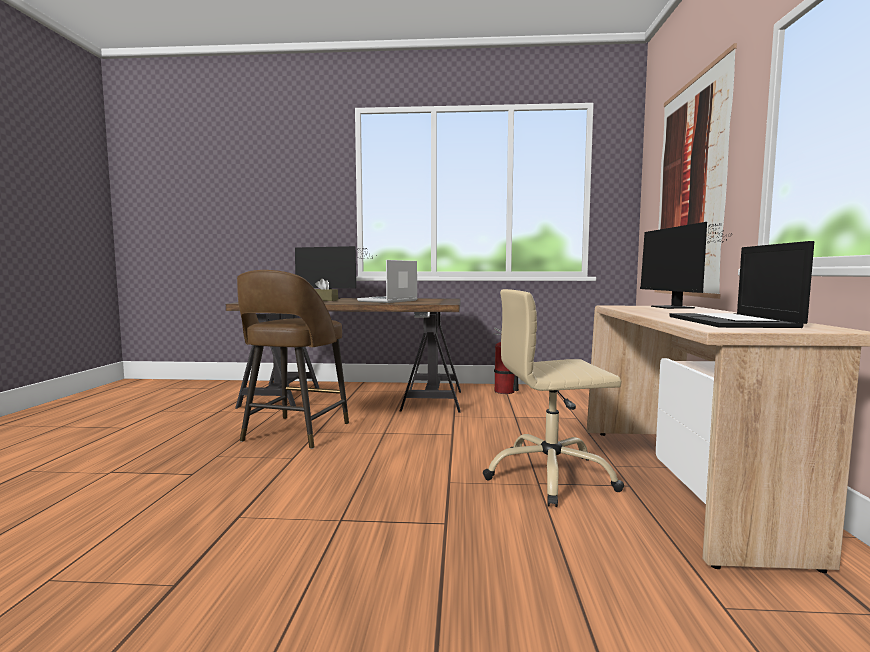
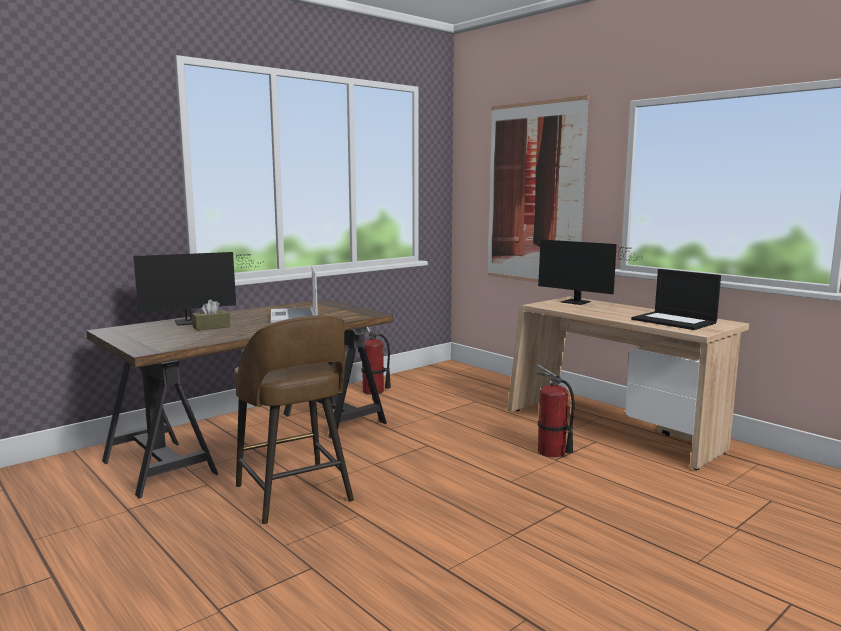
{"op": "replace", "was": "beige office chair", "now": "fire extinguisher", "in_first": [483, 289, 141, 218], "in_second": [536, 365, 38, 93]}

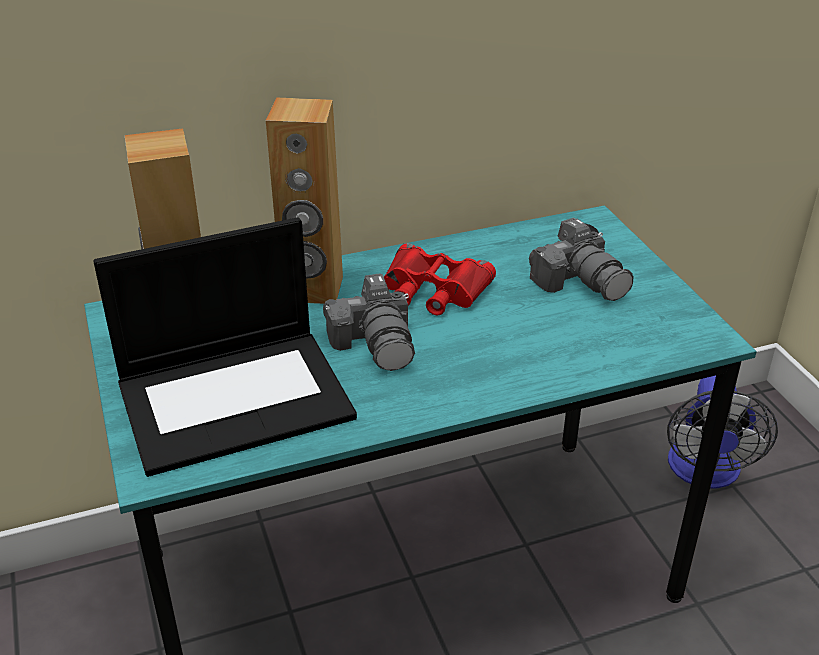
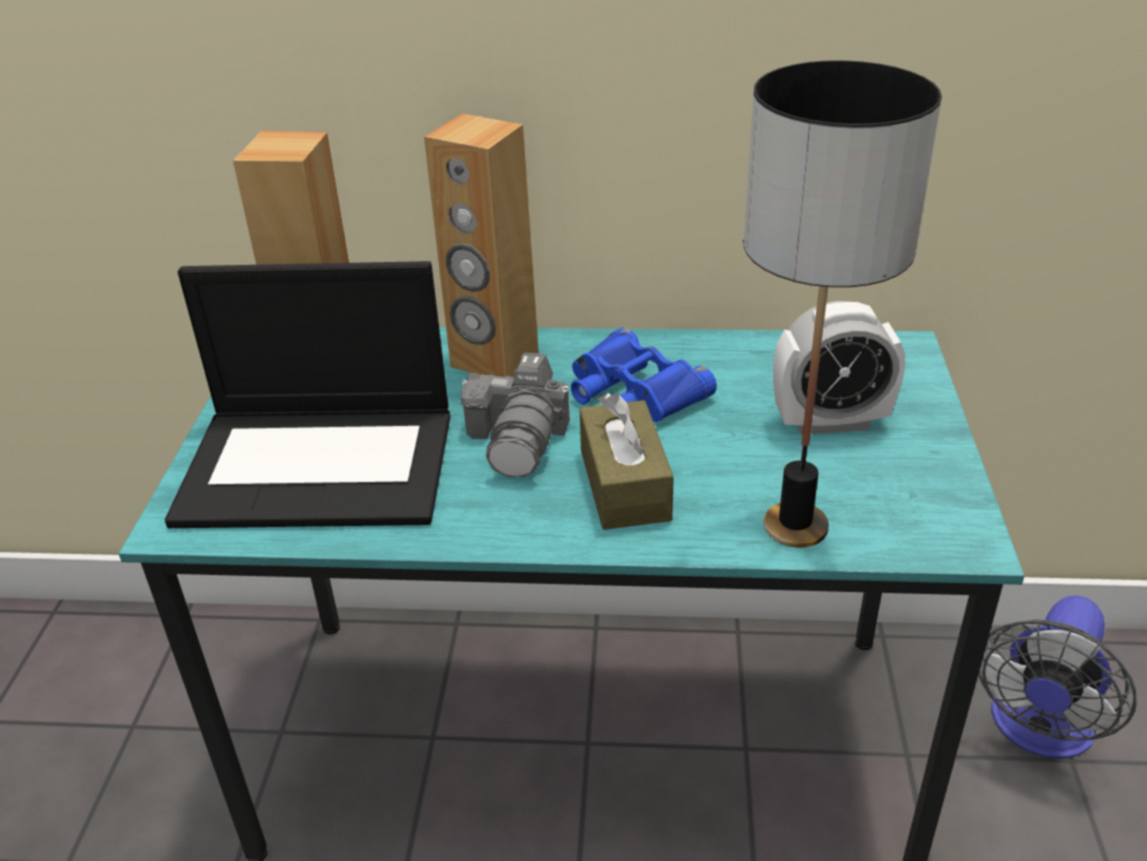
{"op": "insert", "now": "brown tissue box", "in_second": [580, 393, 94, 137]}
{"op": "insert", "now": "table lamp", "in_second": [743, 60, 199, 488]}
{"op": "replace", "was": "photo camera", "now": "alarm clock", "in_first": [529, 218, 104, 83], "in_second": [773, 301, 132, 134]}
{"op": "recolor", "was": "red binoculars", "now": "blue binoculars", "in_first": [384, 243, 112, 72], "in_second": [571, 327, 146, 95]}

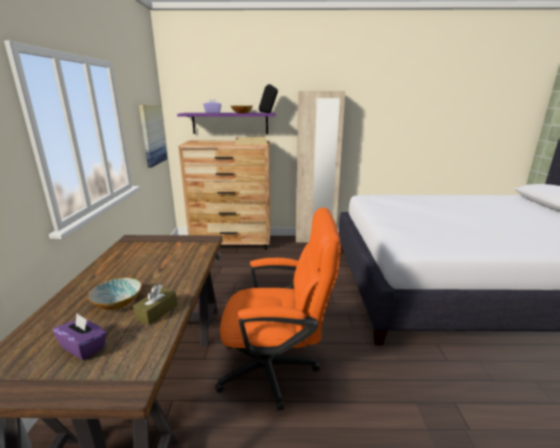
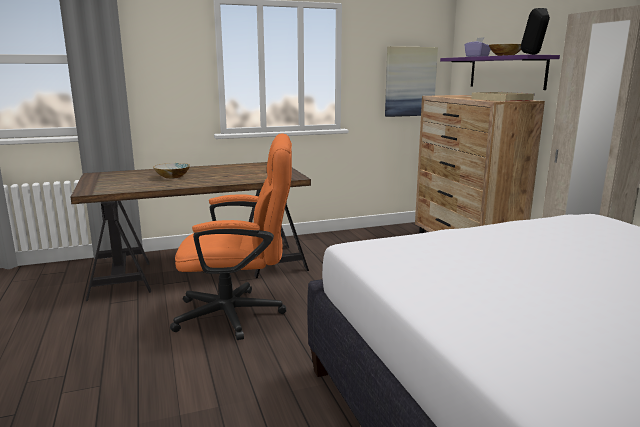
{"op": "delete", "was": "purple tissue box", "in_first": [53, 314, 54, 46]}
{"op": "delete", "was": "brown tissue box", "in_first": [133, 284, 44, 41]}
{"op": "rotate", "was": "orange office chair", "in_first": [215, 207, 126, 204], "in_second": [170, 133, 122, 207], "clockwise": -75}

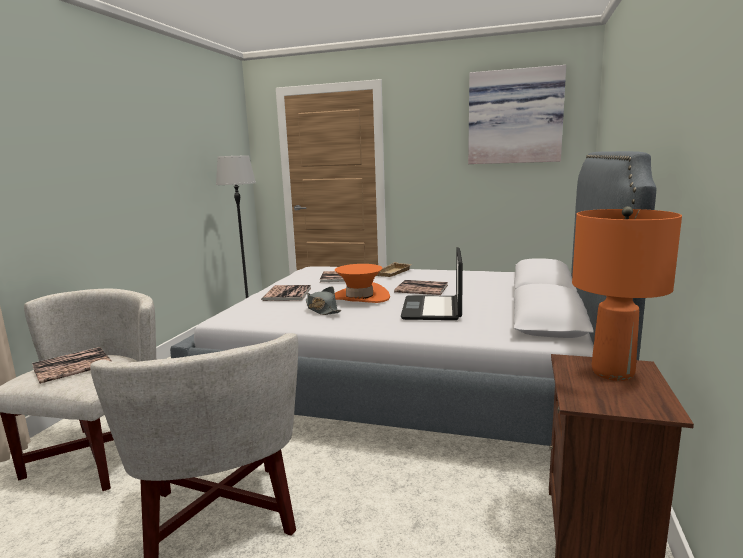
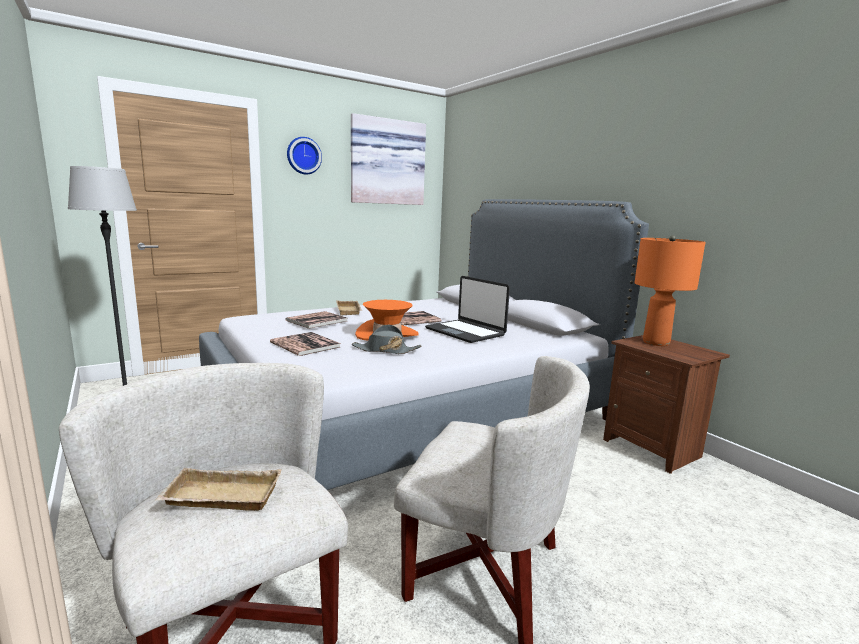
{"op": "insert", "now": "wall clock", "in_second": [287, 137, 35, 37]}
{"op": "replace", "was": "book", "now": "beige tray", "in_first": [32, 347, 80, 37], "in_second": [155, 468, 127, 43]}

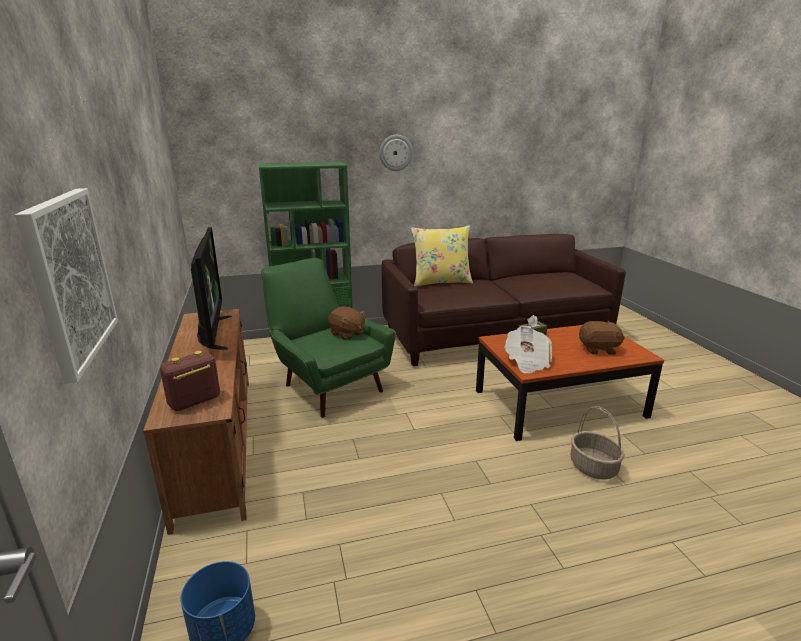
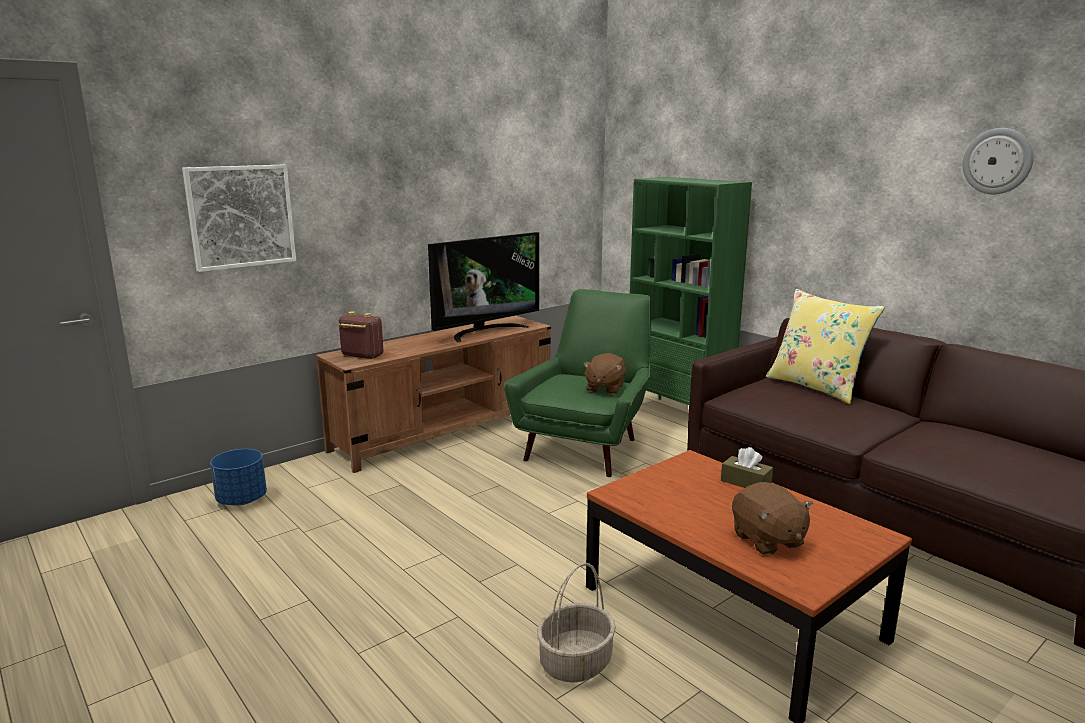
{"op": "delete", "was": "newspaper", "in_first": [504, 326, 48, 47]}
{"op": "move", "was": "wall clock", "in_first": [379, 135, 34, 36], "in_second": [963, 128, 71, 66]}

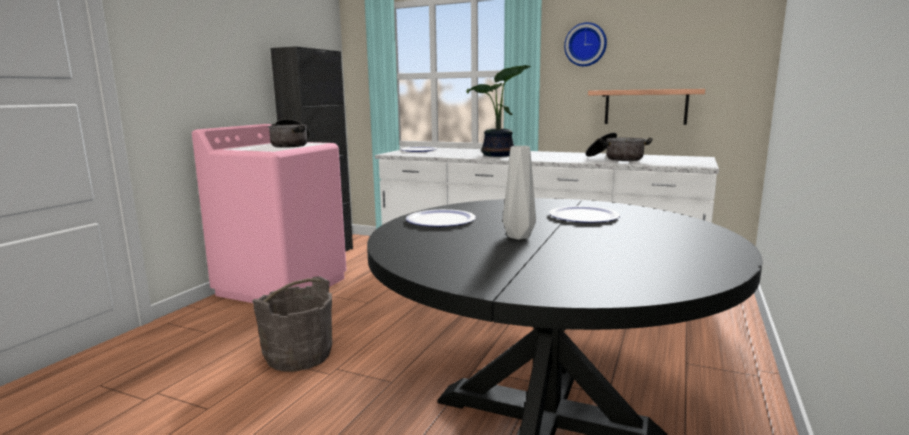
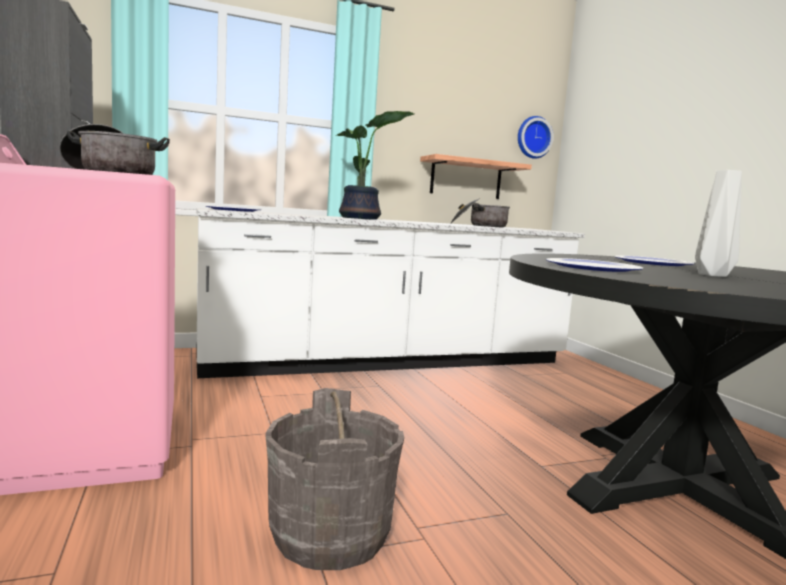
{"op": "move", "was": "wall clock", "in_first": [564, 22, 43, 44], "in_second": [518, 116, 35, 43]}

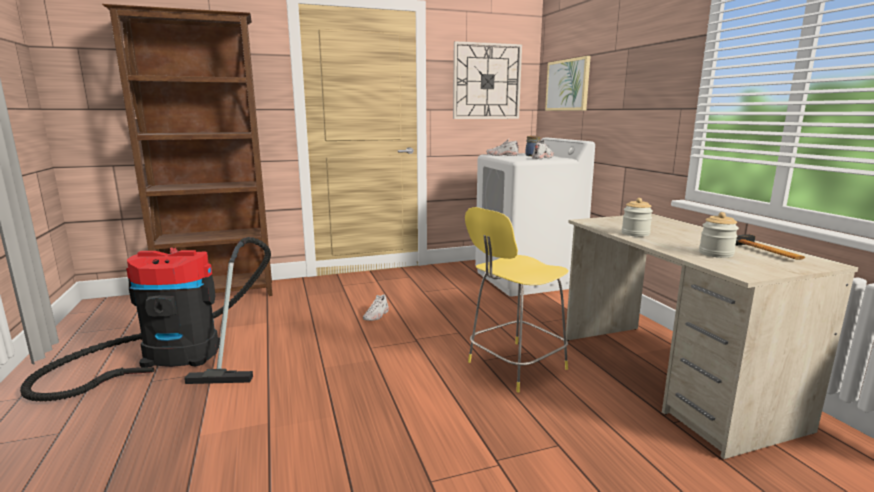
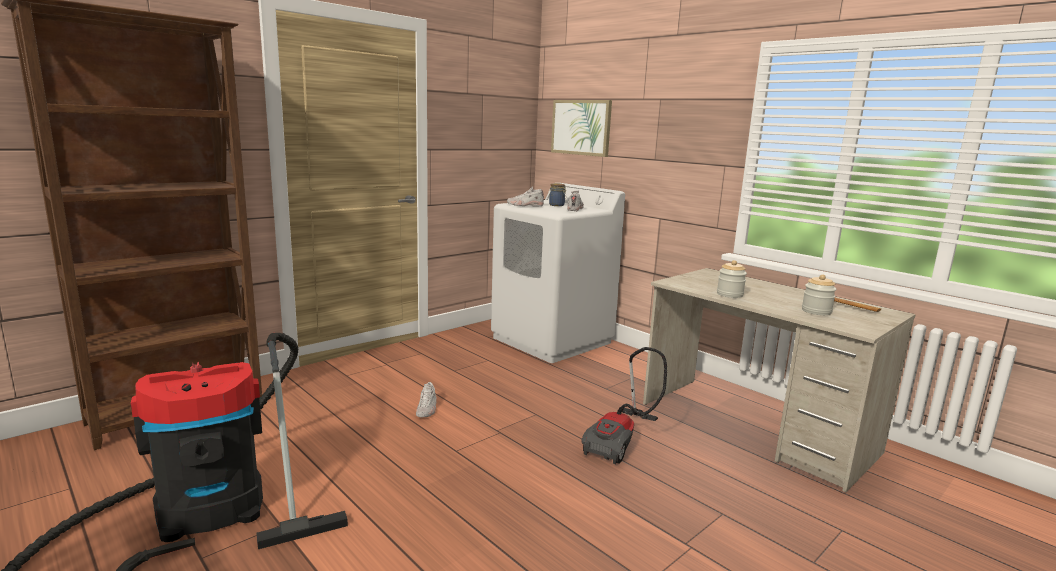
{"op": "delete", "was": "wall clock", "in_first": [453, 41, 69, 78]}
{"op": "replace", "was": "yellow stool", "now": "vacuum cleaner", "in_first": [465, 207, 104, 185], "in_second": [581, 347, 86, 117]}

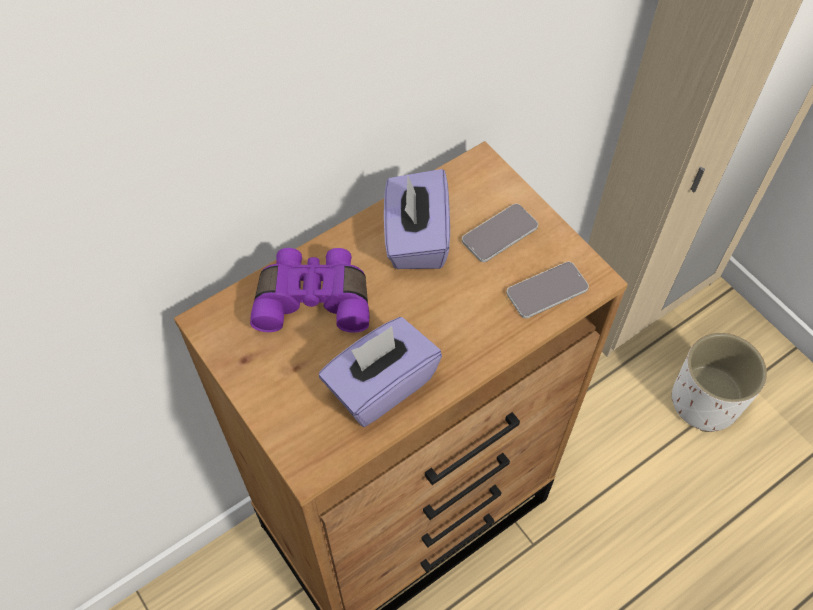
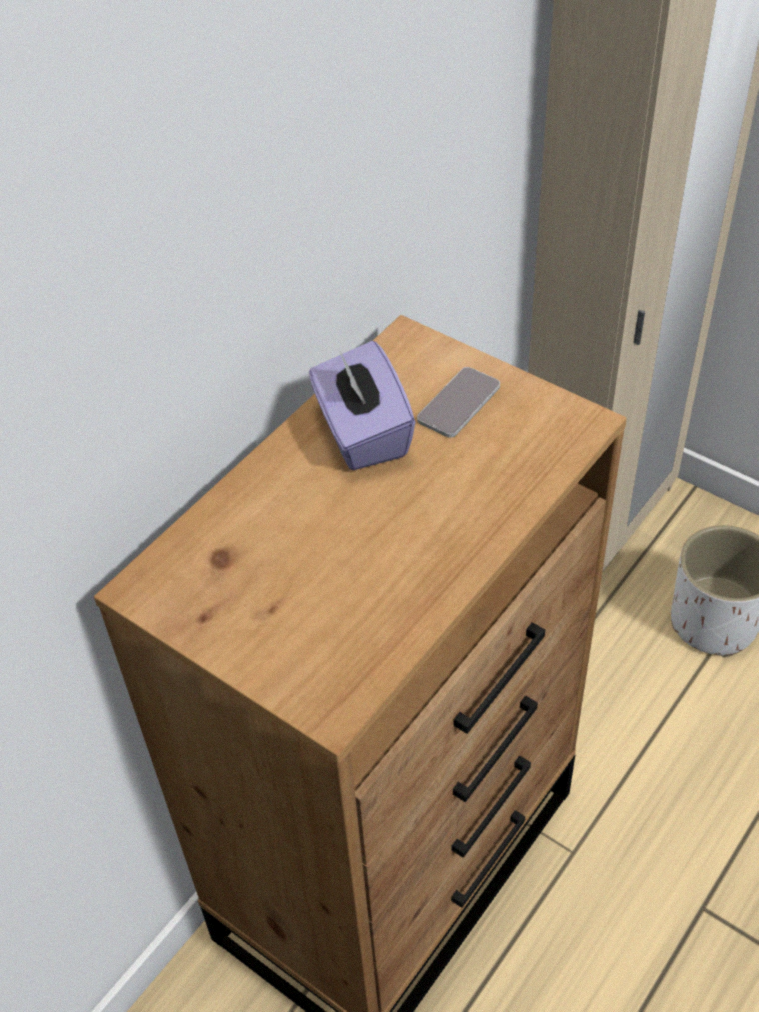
{"op": "delete", "was": "purple binoculars", "in_first": [250, 248, 120, 85]}
{"op": "delete", "was": "purple tissue box", "in_first": [319, 317, 123, 110]}
{"op": "delete", "was": "phone", "in_first": [507, 262, 82, 56]}

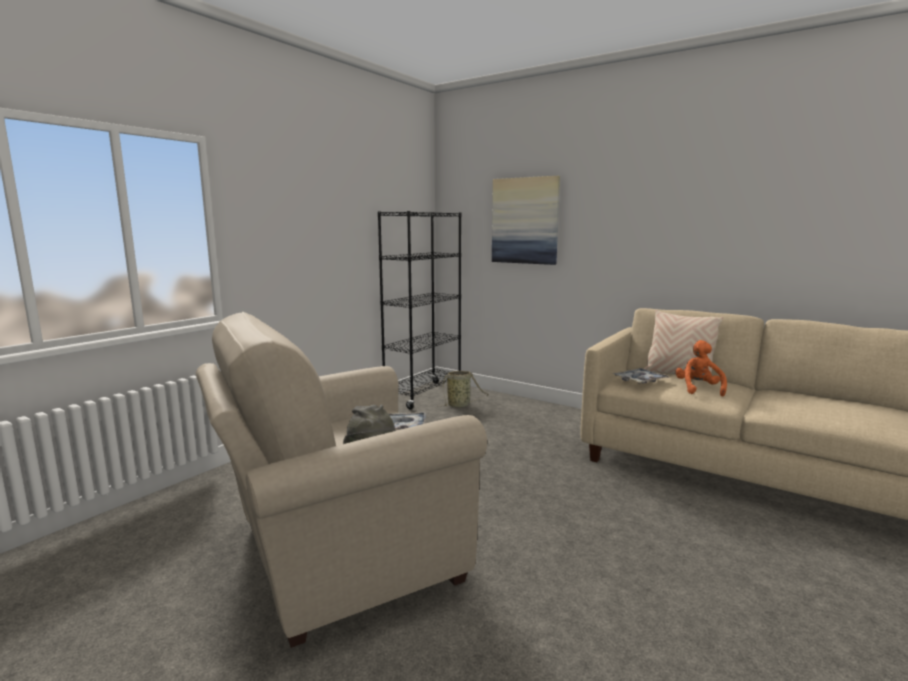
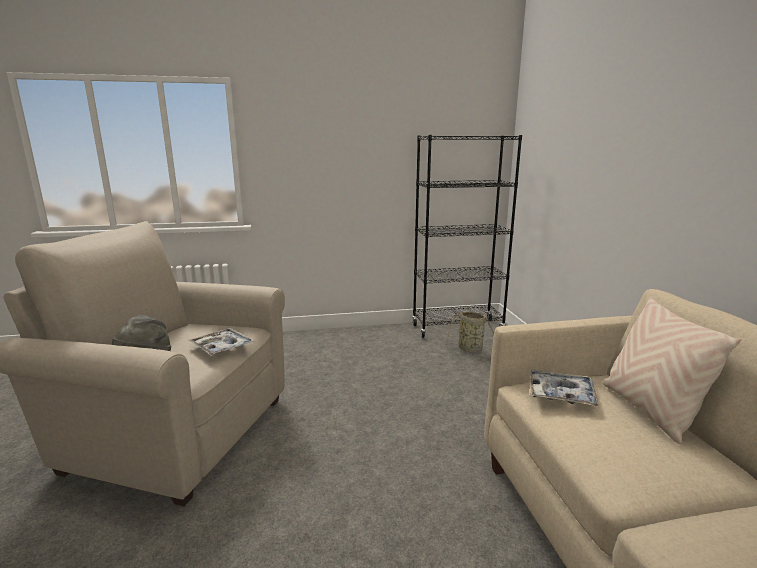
{"op": "delete", "was": "picture", "in_first": [492, 176, 68, 89]}
{"op": "delete", "was": "orange plush toy", "in_first": [675, 340, 52, 57]}

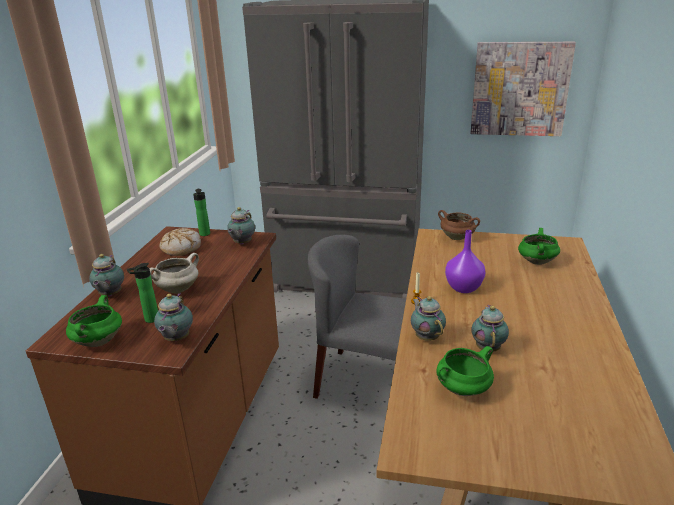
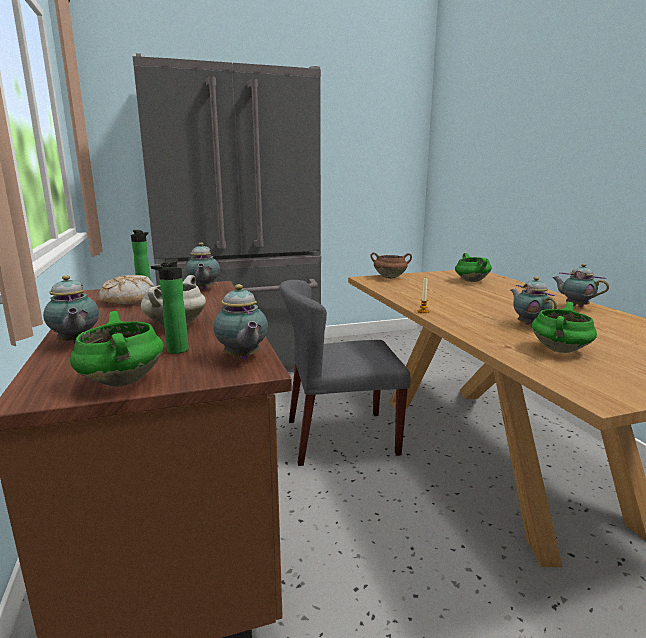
{"op": "delete", "was": "purple vase", "in_first": [445, 230, 41, 63]}
{"op": "delete", "was": "picture", "in_first": [471, 42, 105, 94]}
{"op": "move", "was": "teapot", "in_first": [411, 296, 35, 45], "in_second": [553, 264, 56, 43]}

